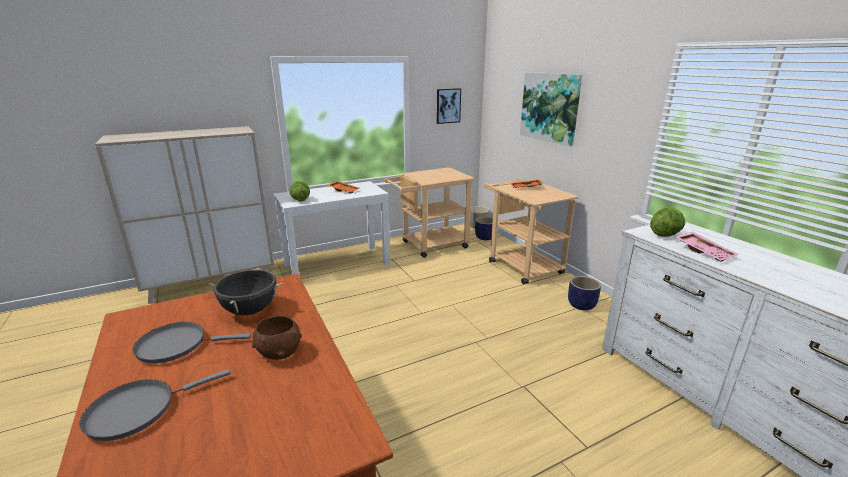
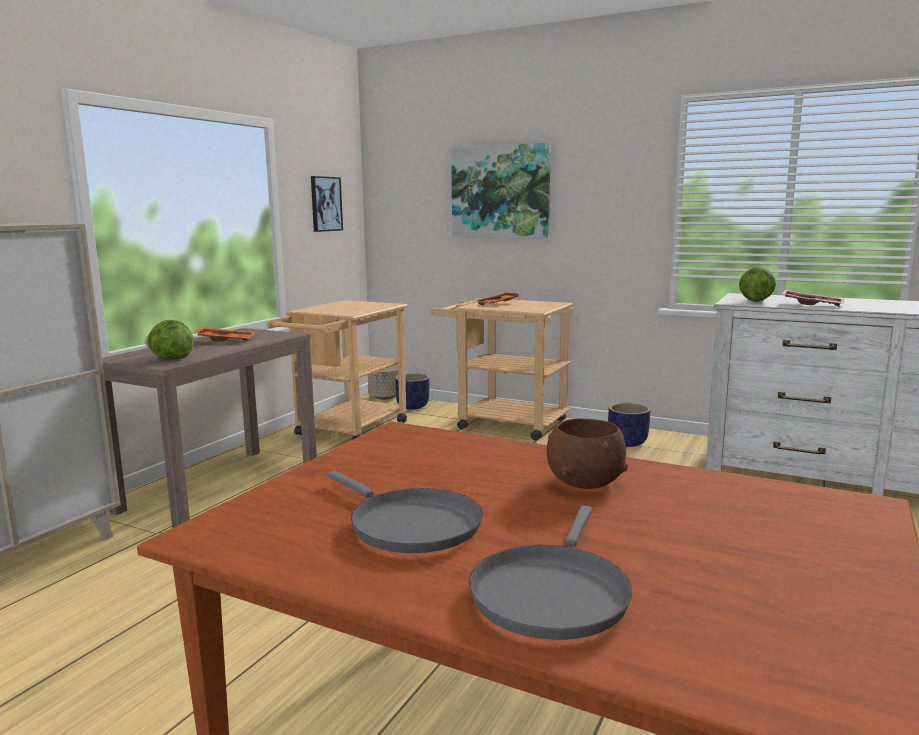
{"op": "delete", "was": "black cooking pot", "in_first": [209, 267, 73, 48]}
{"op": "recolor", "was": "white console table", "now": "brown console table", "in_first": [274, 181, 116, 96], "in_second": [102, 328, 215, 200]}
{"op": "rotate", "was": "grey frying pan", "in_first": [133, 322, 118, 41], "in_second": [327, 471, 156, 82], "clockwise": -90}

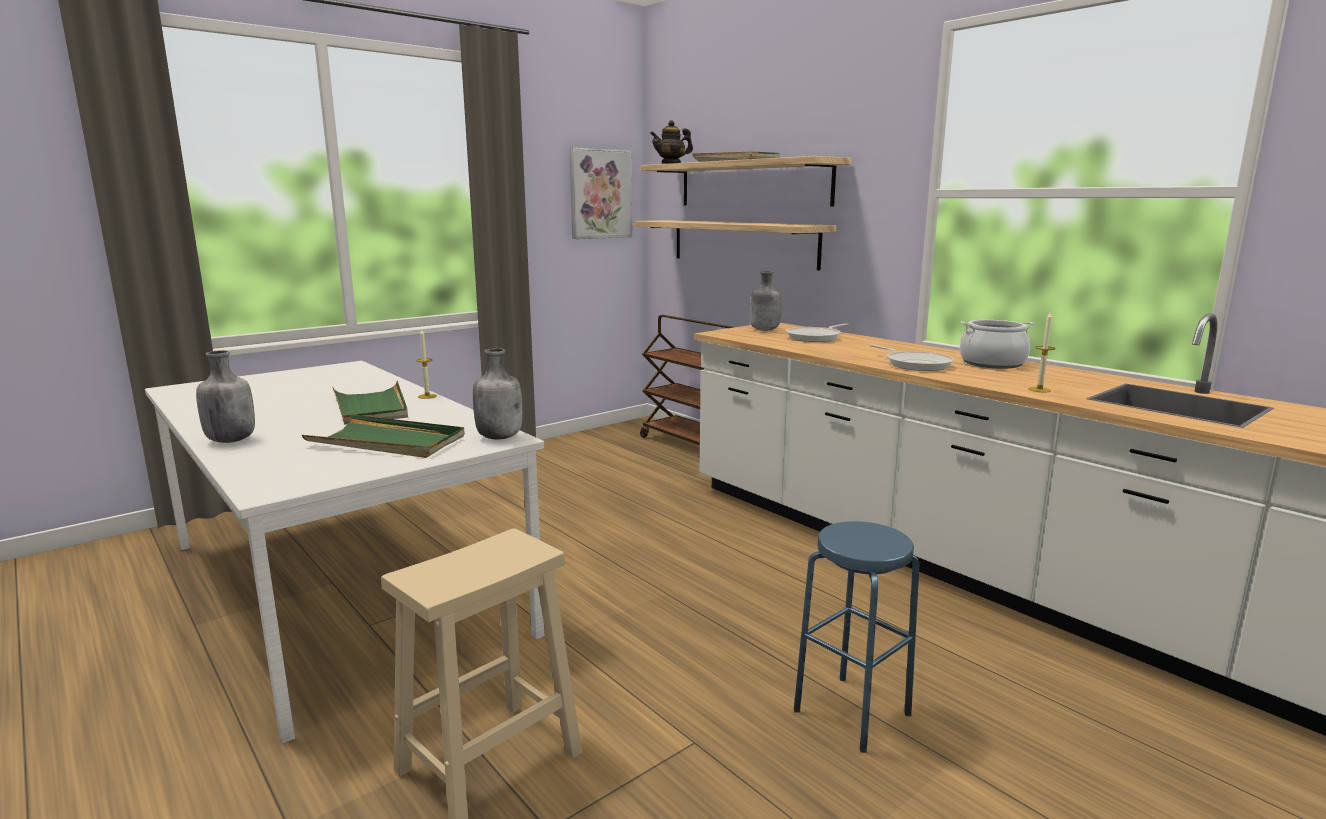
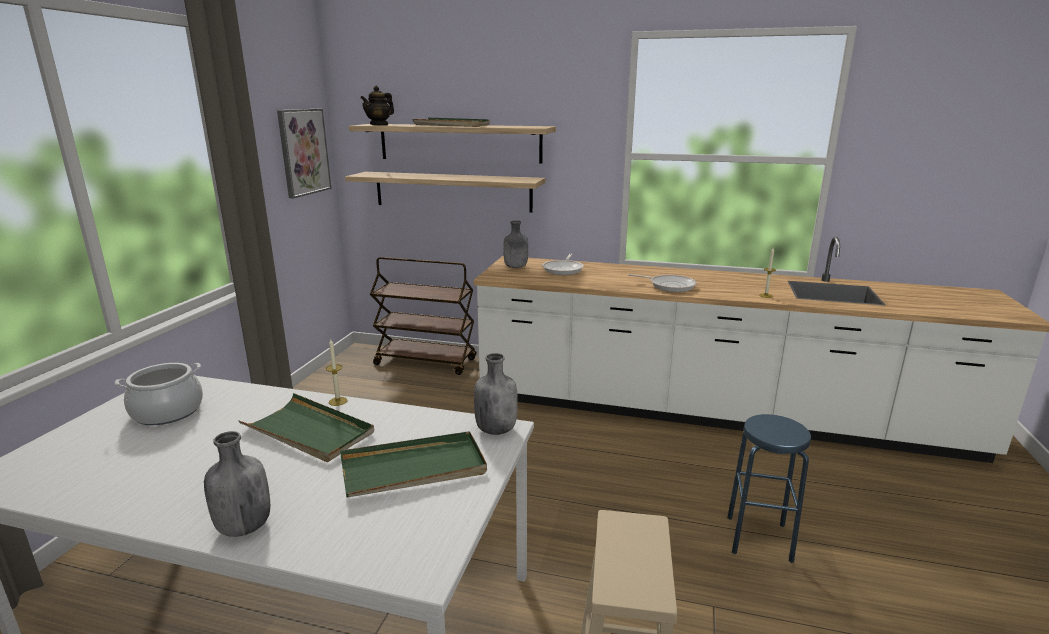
{"op": "move", "was": "cooking pot", "in_first": [960, 320, 74, 49], "in_second": [115, 363, 88, 62]}

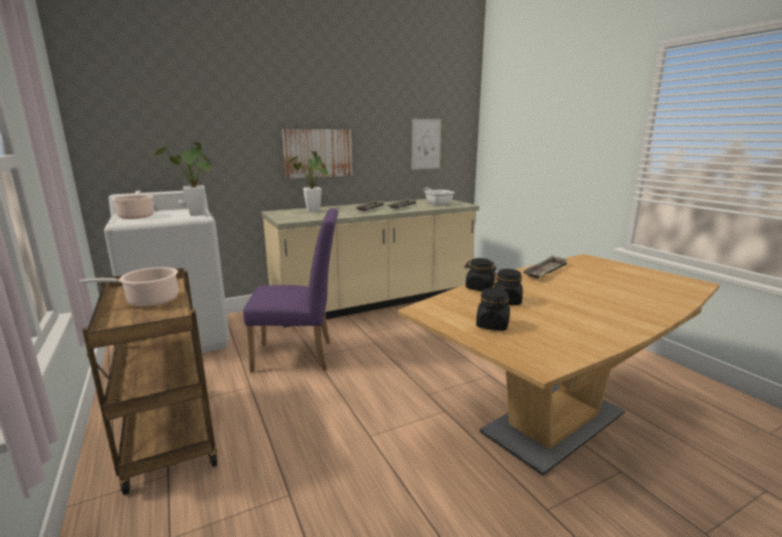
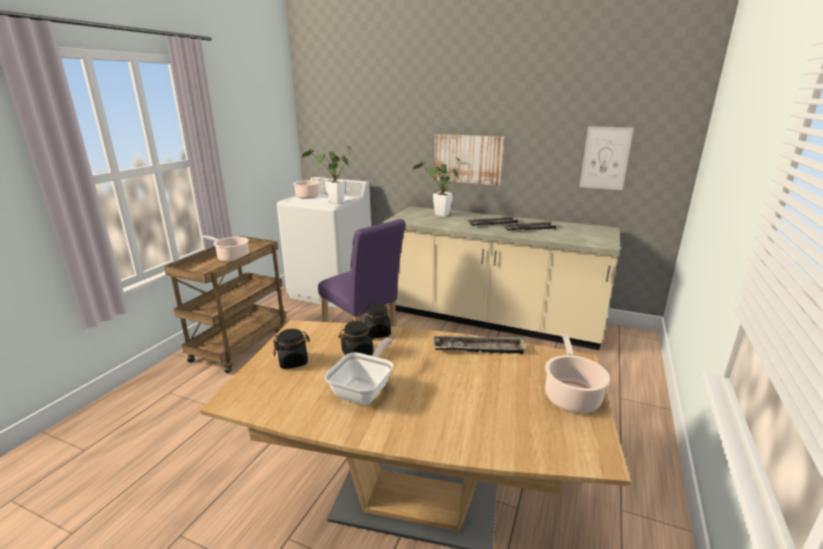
{"op": "insert", "now": "cooking pot", "in_second": [545, 335, 65, 78]}
{"op": "move", "was": "frying pan", "in_first": [423, 188, 32, 17], "in_second": [325, 338, 68, 67]}

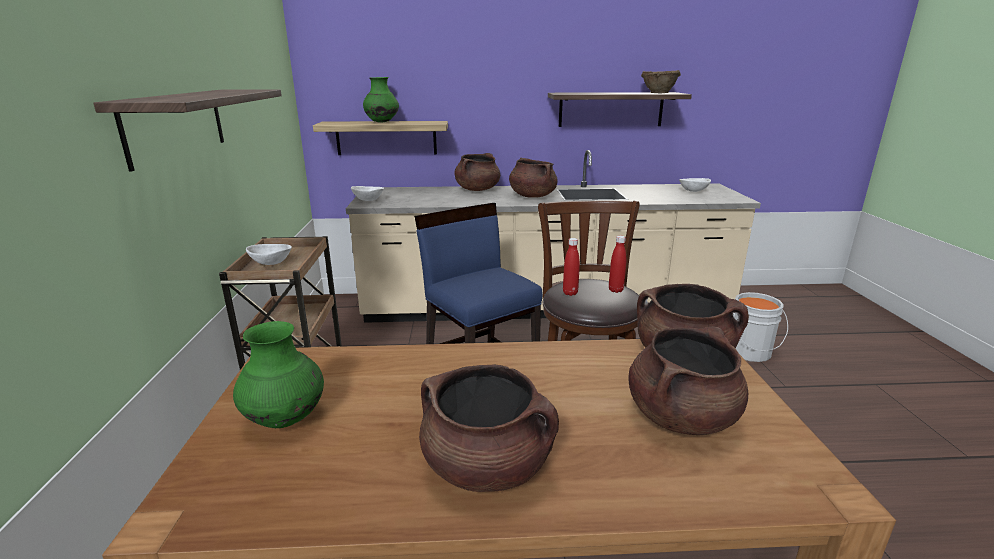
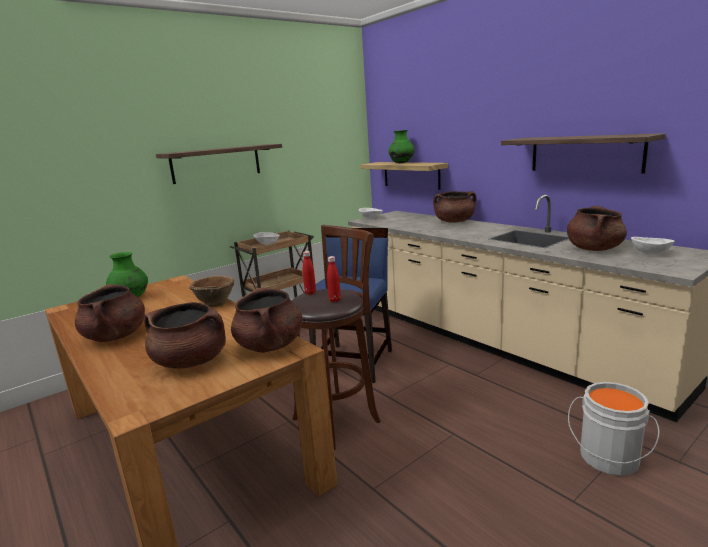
{"op": "move", "was": "brown cooking pot", "in_first": [509, 158, 49, 40], "in_second": [567, 206, 60, 45]}
{"op": "move", "was": "brown bowl", "in_first": [641, 70, 40, 23], "in_second": [189, 276, 45, 31]}

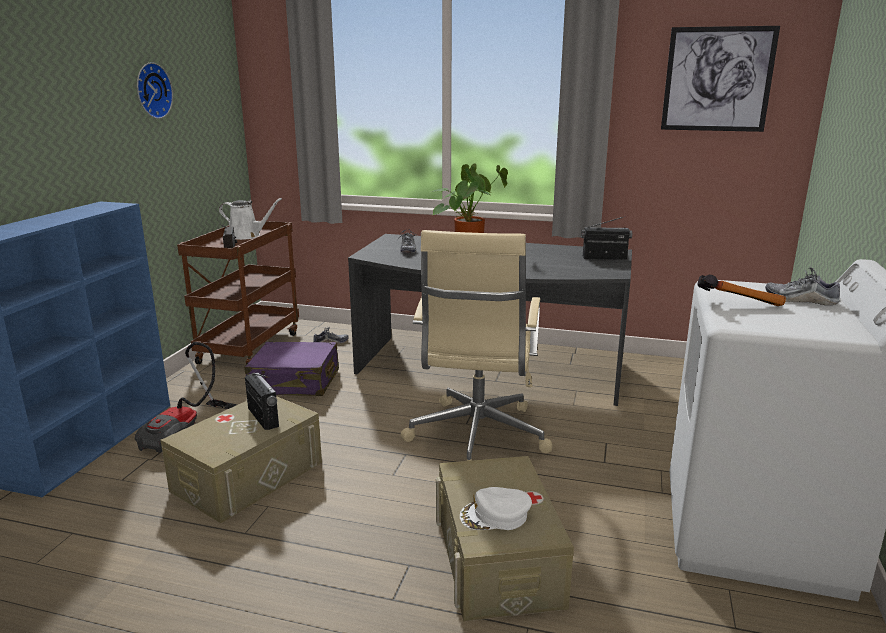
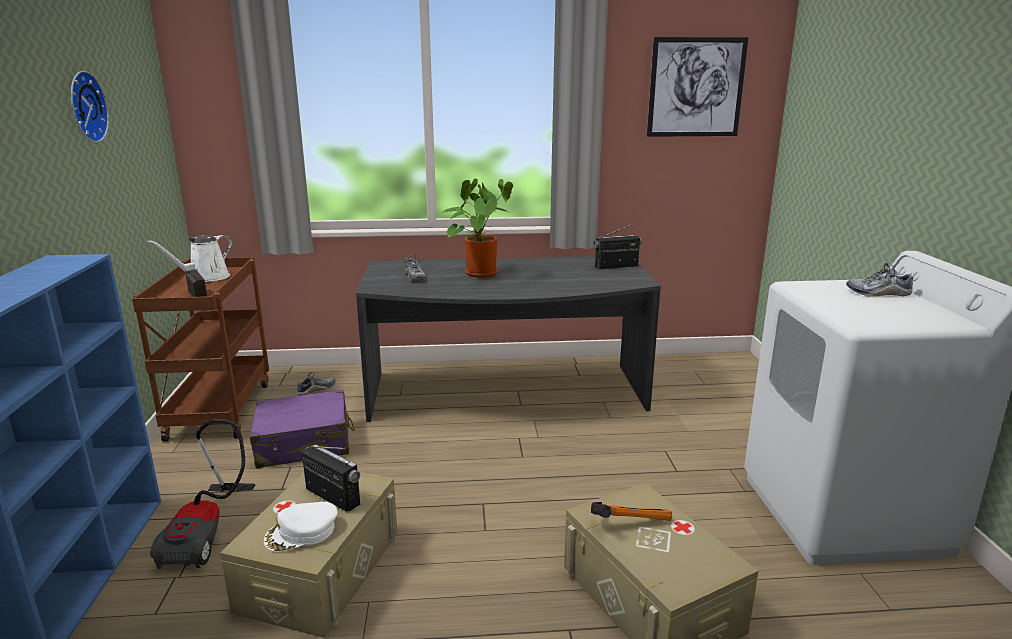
{"op": "delete", "was": "beige office chair", "in_first": [401, 230, 151, 231]}
{"op": "move", "was": "white cap", "in_first": [460, 487, 72, 43], "in_second": [264, 502, 73, 50]}
{"op": "move", "was": "hammer", "in_first": [697, 275, 89, 31], "in_second": [591, 502, 81, 19]}
{"op": "rotate", "was": "white watering can", "in_first": [219, 198, 63, 42], "in_second": [147, 235, 86, 47], "clockwise": 135}

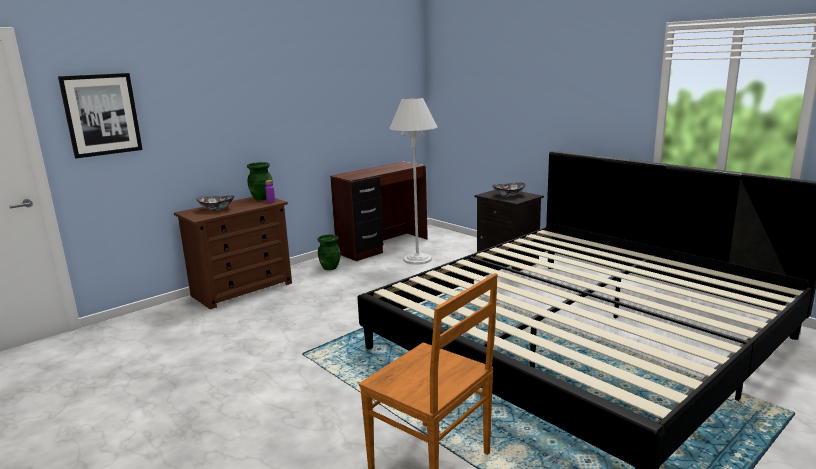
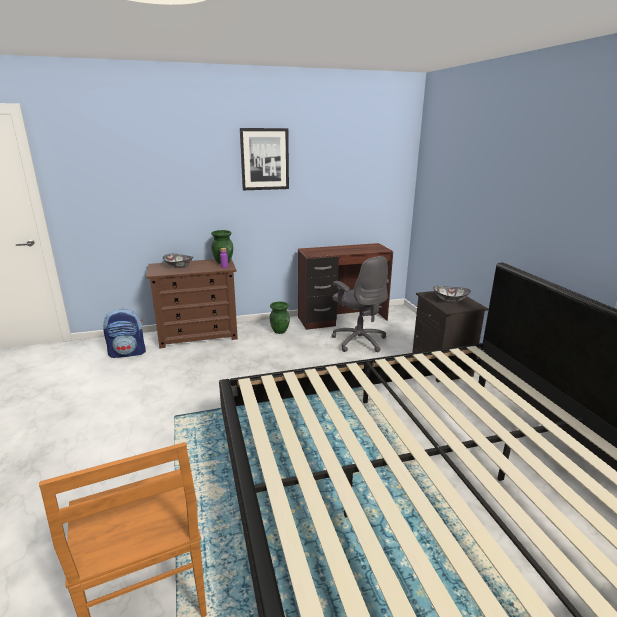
{"op": "insert", "now": "backpack", "in_second": [103, 308, 43, 50]}
{"op": "move", "was": "picture", "in_first": [58, 73, 85, 85], "in_second": [240, 128, 49, 62]}
{"op": "replace", "was": "white floor lamp", "now": "grey office chair", "in_first": [389, 98, 49, 167], "in_second": [332, 256, 57, 97]}

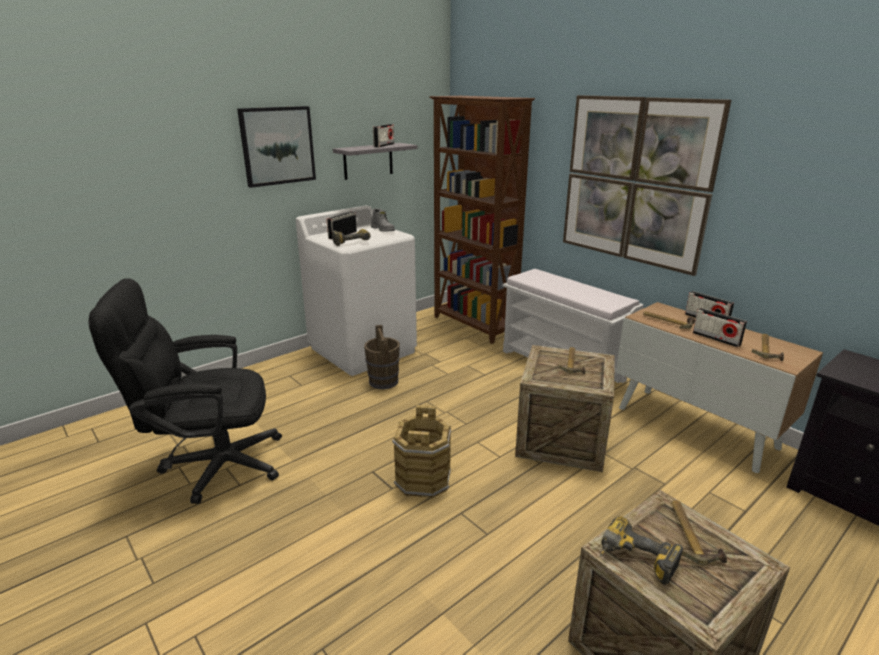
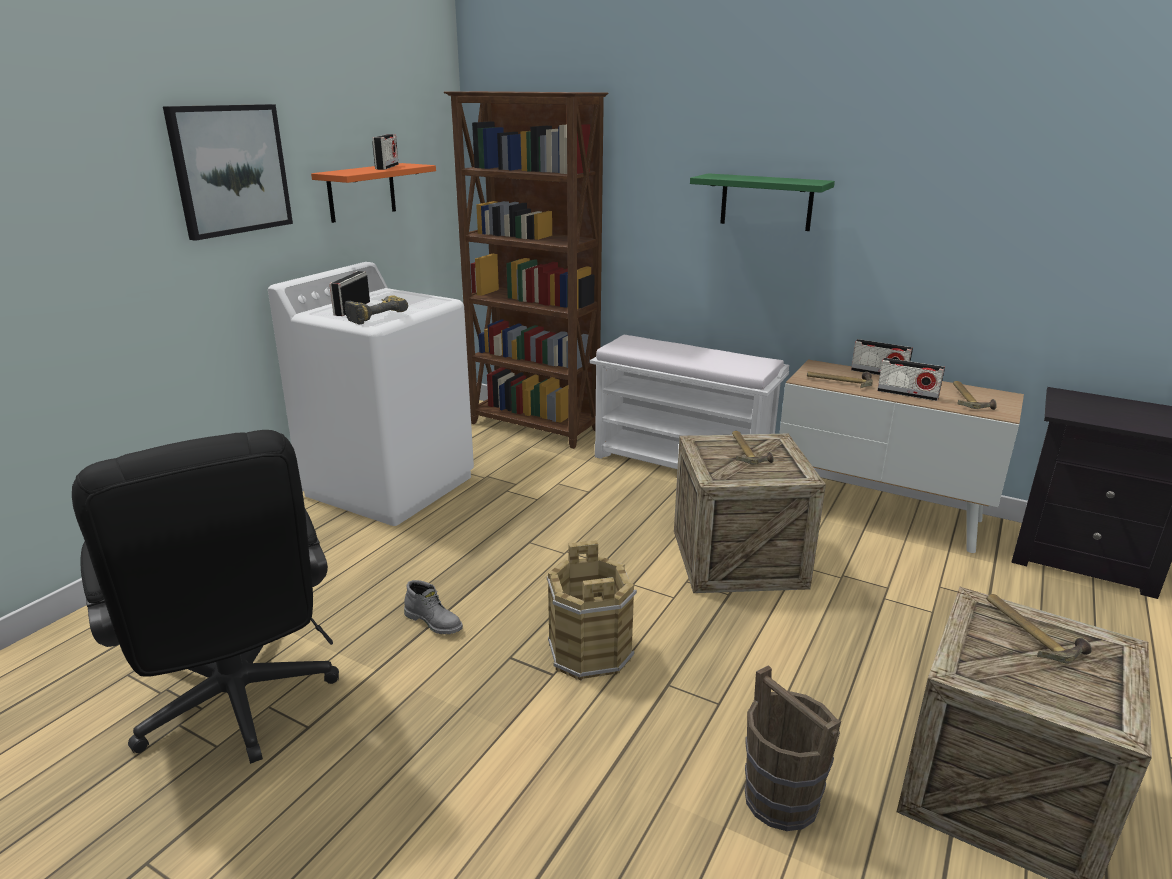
{"op": "delete", "was": "power drill", "in_first": [600, 516, 83, 69]}
{"op": "move", "was": "brown bucket", "in_first": [364, 325, 36, 64], "in_second": [745, 665, 96, 166]}
{"op": "move", "was": "grey boot", "in_first": [371, 208, 24, 23], "in_second": [404, 580, 59, 54]}
{"op": "replace", "was": "picture", "now": "green shelf", "in_first": [563, 95, 168, 181], "in_second": [690, 173, 145, 58]}
{"op": "recolor", "was": "grey shelf", "now": "orange shelf", "in_first": [333, 143, 84, 37], "in_second": [311, 163, 125, 60]}
{"op": "rotate", "was": "black office chair", "in_first": [89, 278, 193, 226], "in_second": [72, 430, 267, 334], "clockwise": -90}

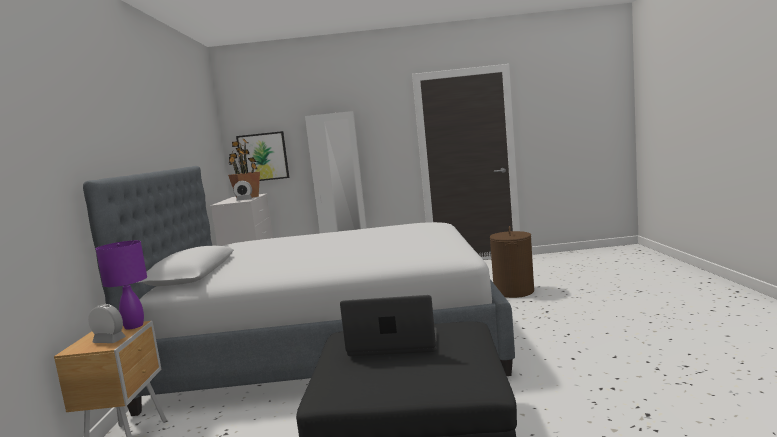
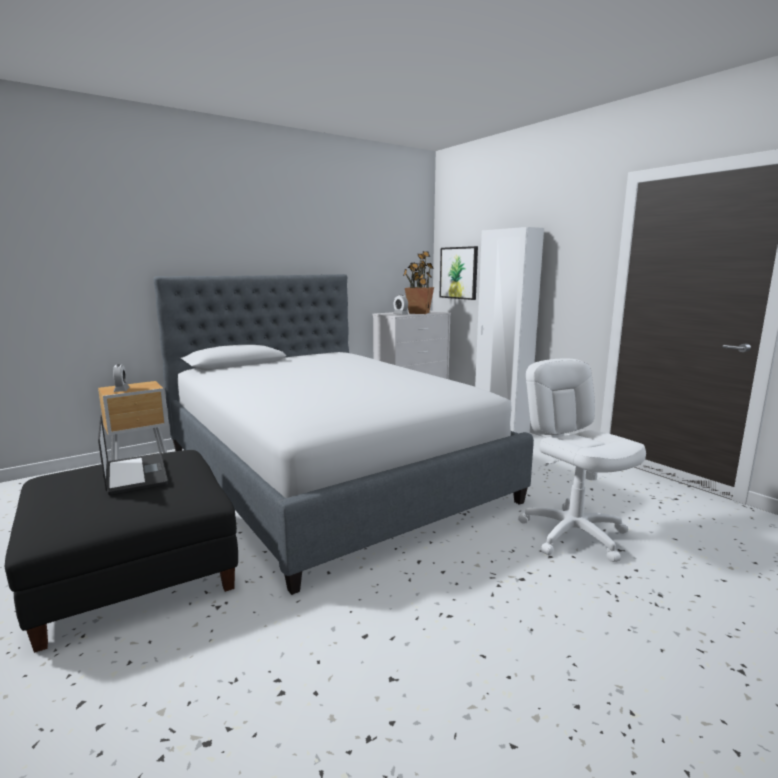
{"op": "delete", "was": "purple table lamp", "in_first": [96, 240, 51, 89]}
{"op": "replace", "was": "brown laundry basket", "now": "white office chair", "in_first": [490, 226, 44, 72], "in_second": [518, 359, 128, 203]}

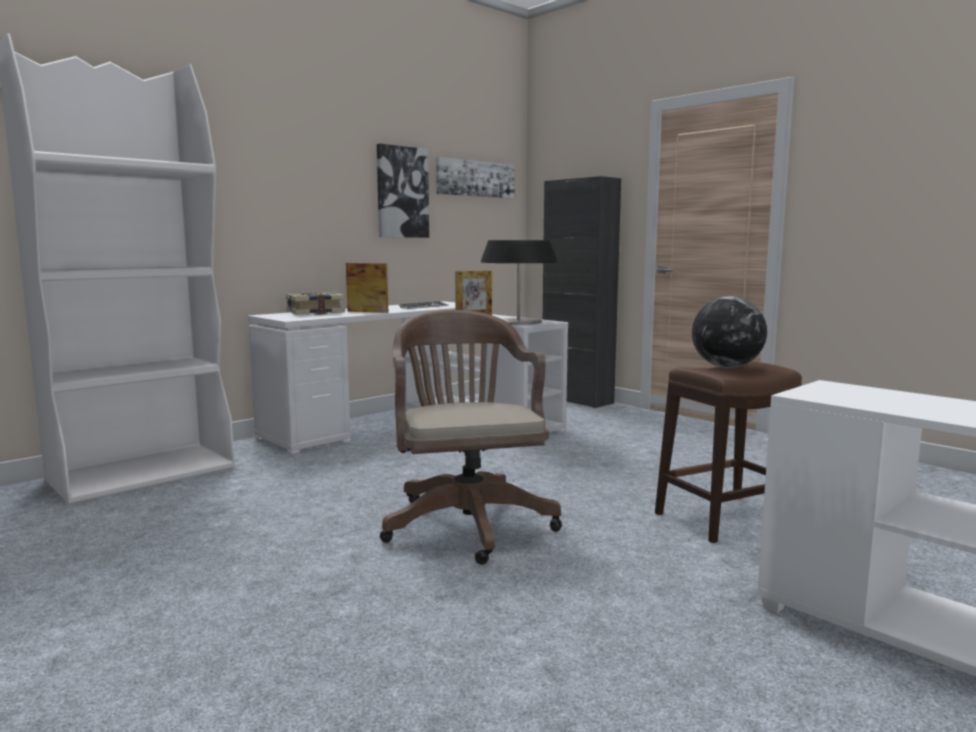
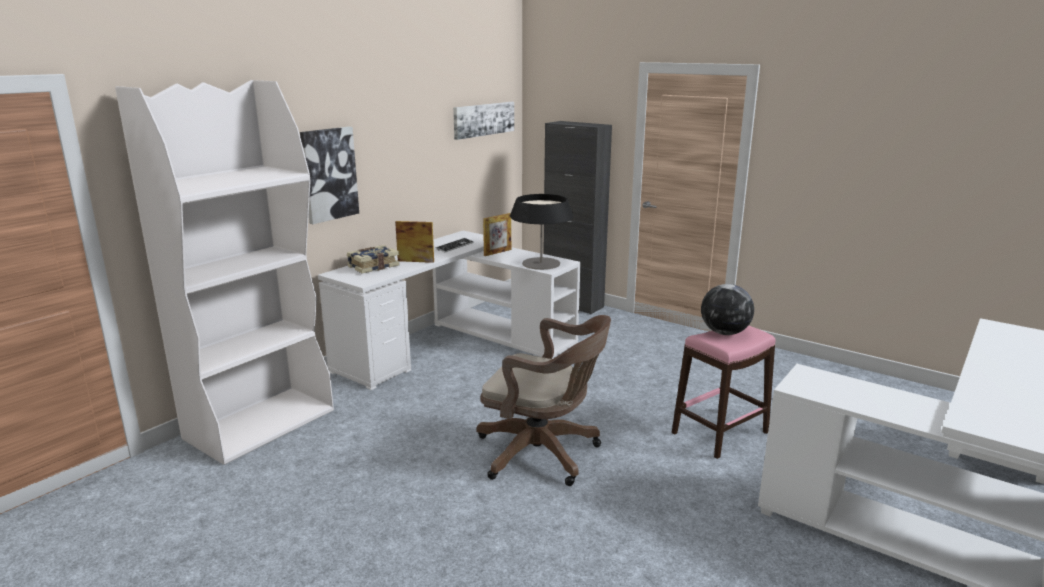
{"op": "move", "was": "picture", "in_first": [377, 144, 52, 94], "in_second": [300, 127, 59, 97]}
{"op": "recolor", "was": "brown stool", "now": "pink stool", "in_first": [655, 361, 147, 182], "in_second": [672, 325, 104, 134]}
{"op": "rotate", "was": "brown office chair", "in_first": [380, 310, 182, 255], "in_second": [476, 315, 135, 171], "clockwise": 135}

